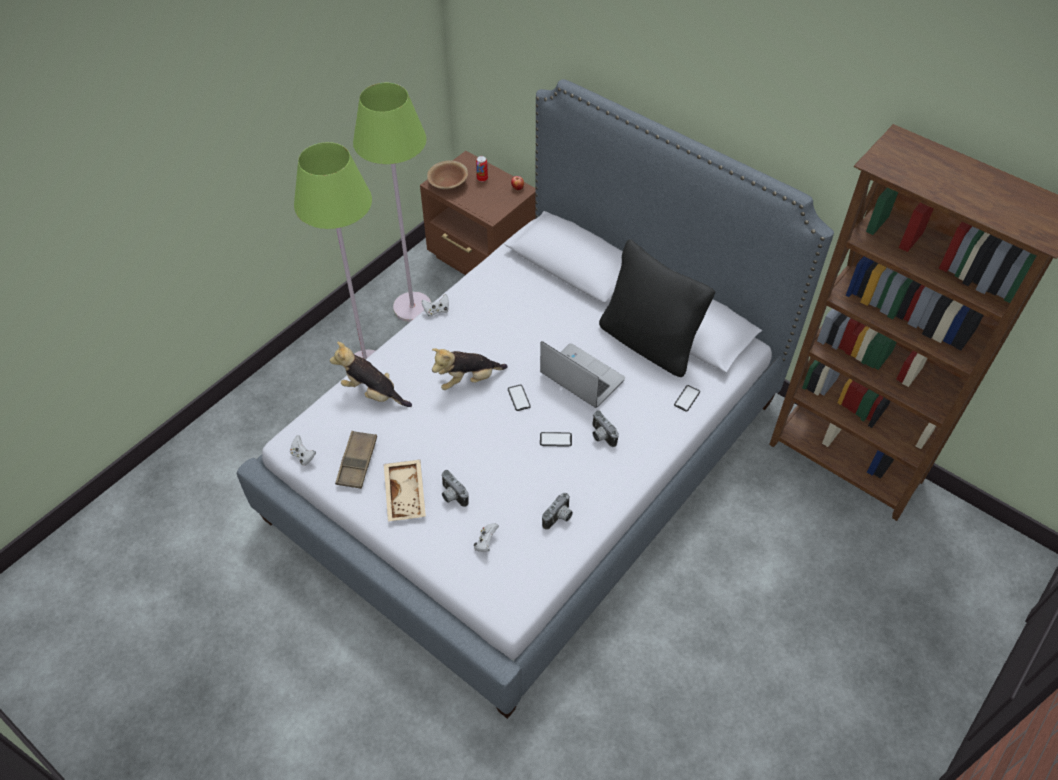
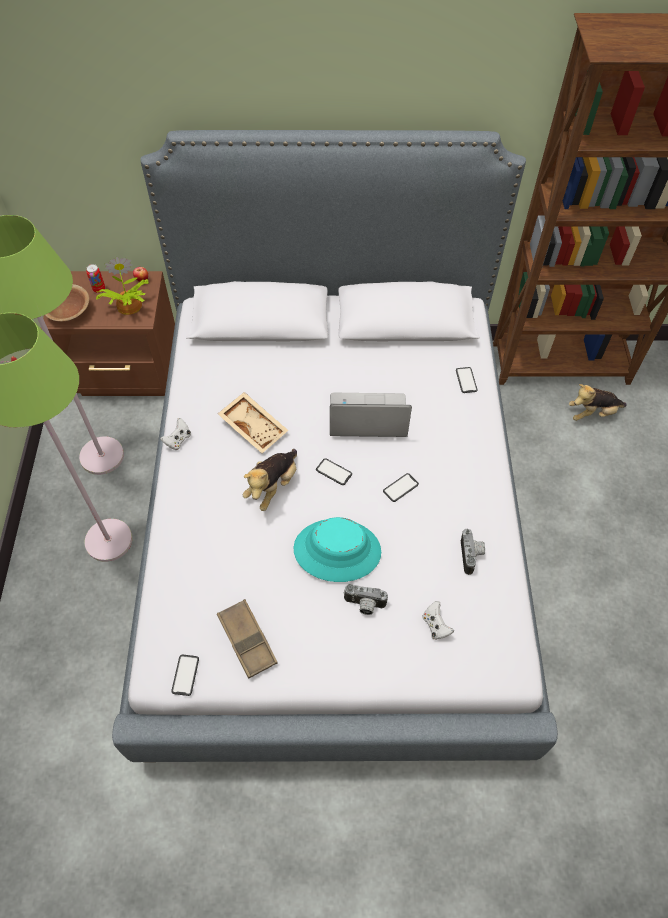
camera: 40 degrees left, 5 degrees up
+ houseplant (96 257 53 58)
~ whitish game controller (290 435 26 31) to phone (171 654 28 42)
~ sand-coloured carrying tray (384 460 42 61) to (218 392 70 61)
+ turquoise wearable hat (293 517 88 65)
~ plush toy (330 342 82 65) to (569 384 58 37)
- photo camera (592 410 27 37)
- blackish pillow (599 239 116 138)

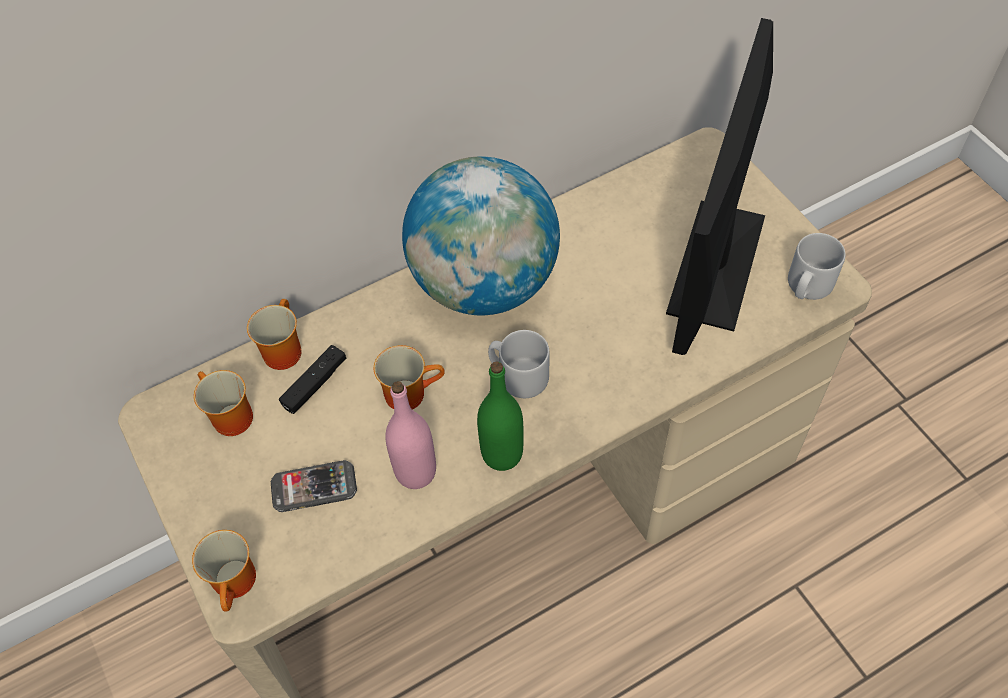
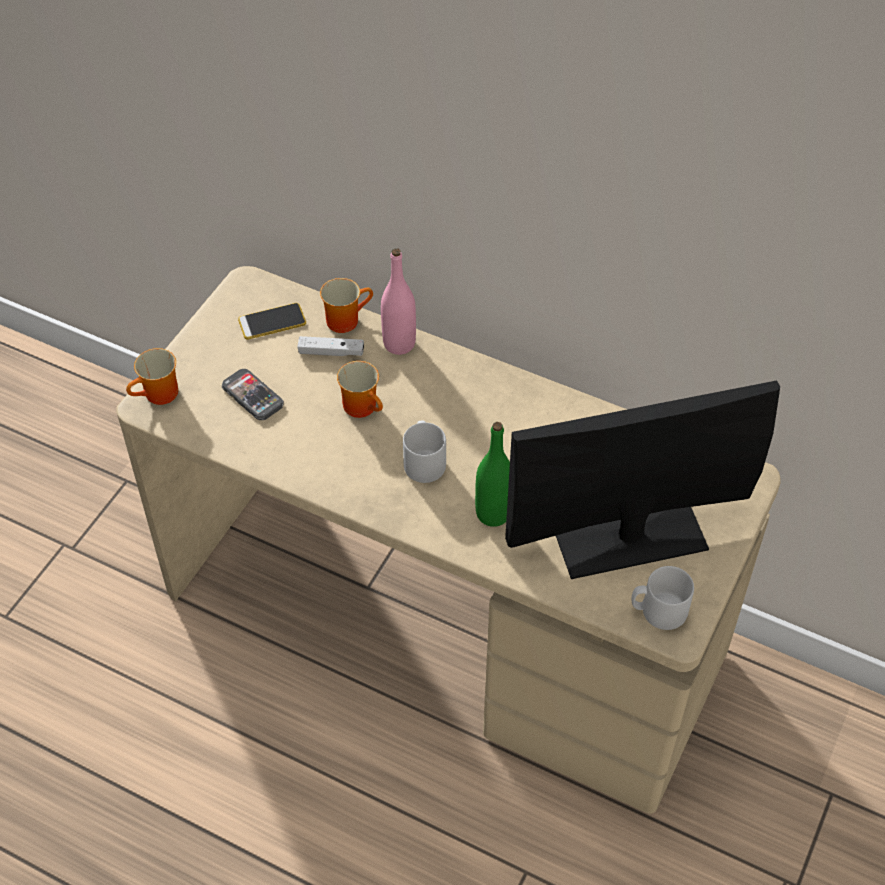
camera: 55 degrees right, 5 degrees down
~ tea mug (194 370 59 66) to phone (238 303 68 37)
~ blackish game controller (279 345 68 69) to whitish game controller (297 336 67 20)
~ pinkish bottle (385 381 51 108) to (381 248 35 107)
~ green-coloured bottle (477 361 47 110) to (475 422 35 105)
- world globe (402 156 158 159)

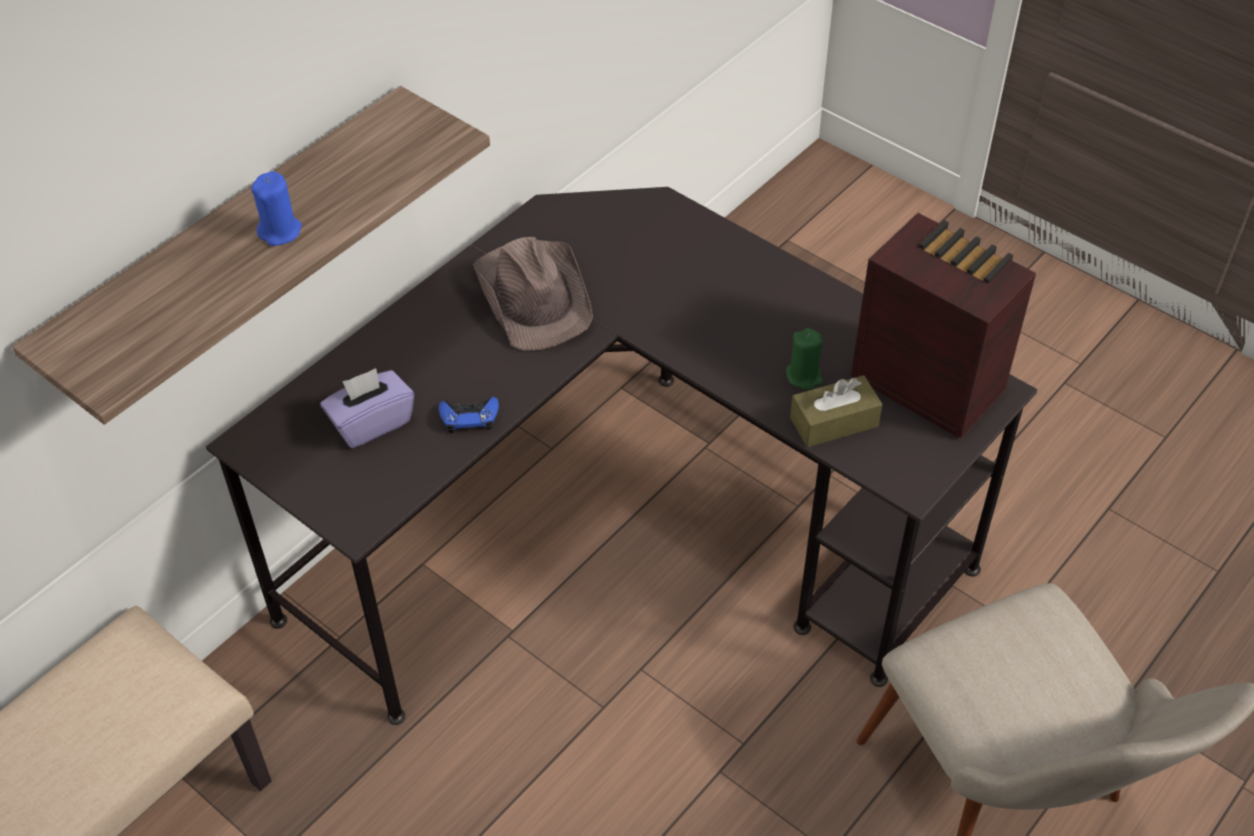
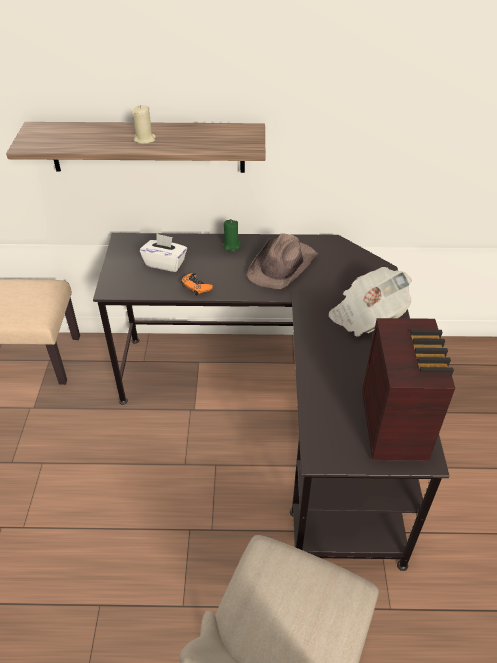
camera: 50 degrees right, 5 degrees down
~ blue candle (251 171 51 75) to sand-coloured candle (132 105 24 39)
~ purple-coloured tissue box (320 368 94 80) to whitish tissue box (140 233 47 39)
~ blue game controller (439 397 60 36) to orange game controller (181 273 32 23)
~ green-coloured candle (786 328 38 62) to (223 219 18 33)
+ newspaper (329 267 83 70)
- brown-coloured tissue box (790 375 92 72)

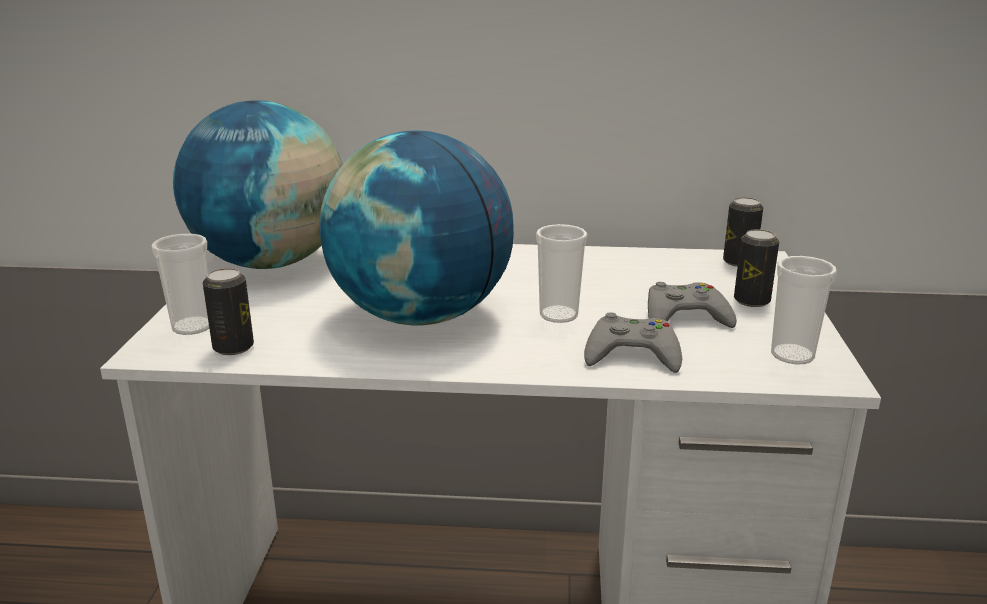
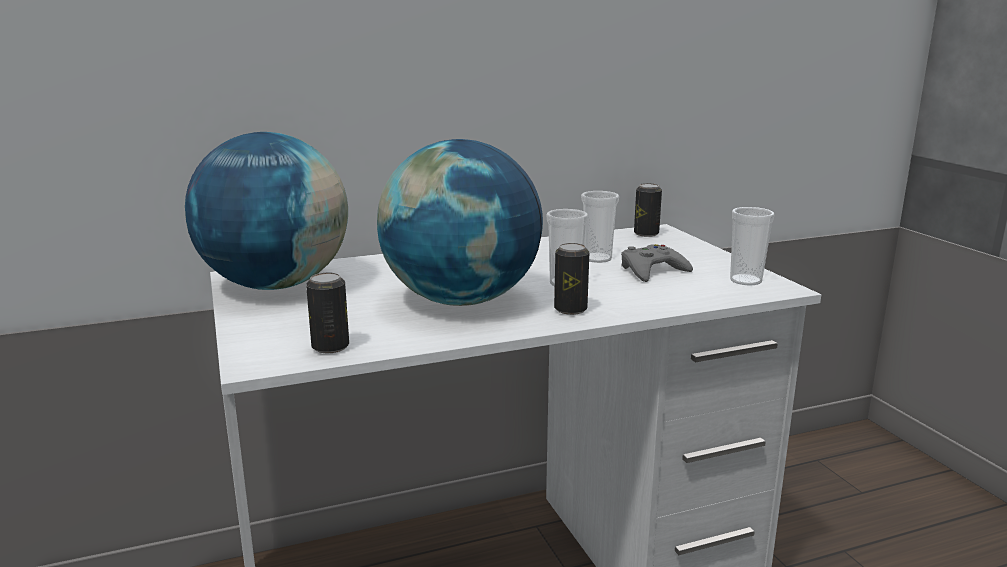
camera: 25 degrees left, 5 degrees down
~ metal can (734 229 45 78) to (554 243 35 72)
~ cup (151 234 58 101) to (581 191 38 72)
- gray game controller (584 312 98 61)

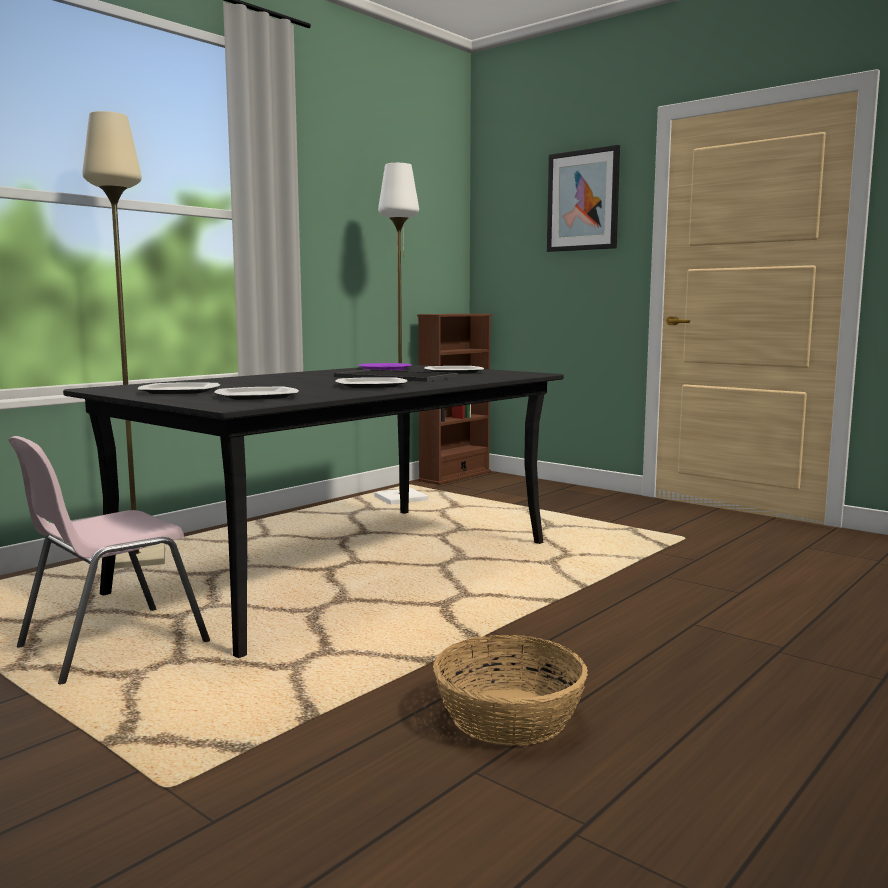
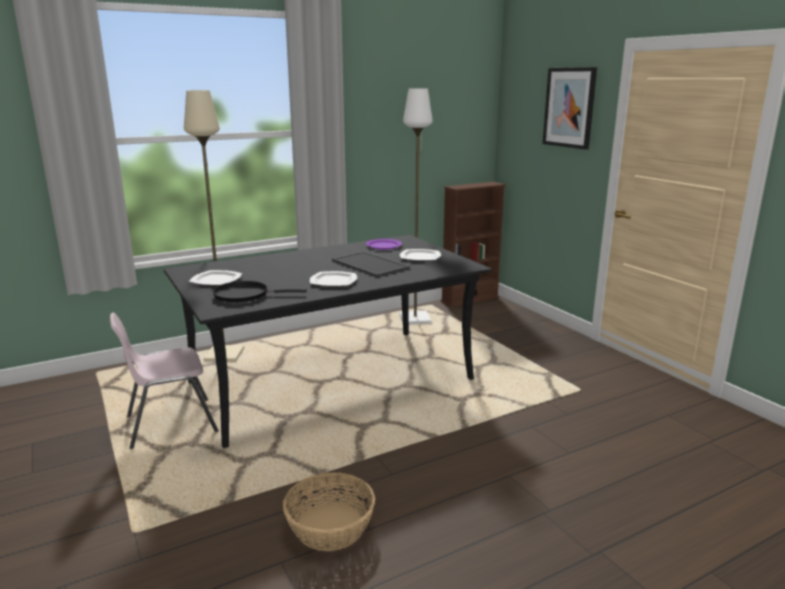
camera: 20 degrees right, 10 degrees up
~ flat dish (214 387 85 13) to blackish frying pan (213 281 94 22)

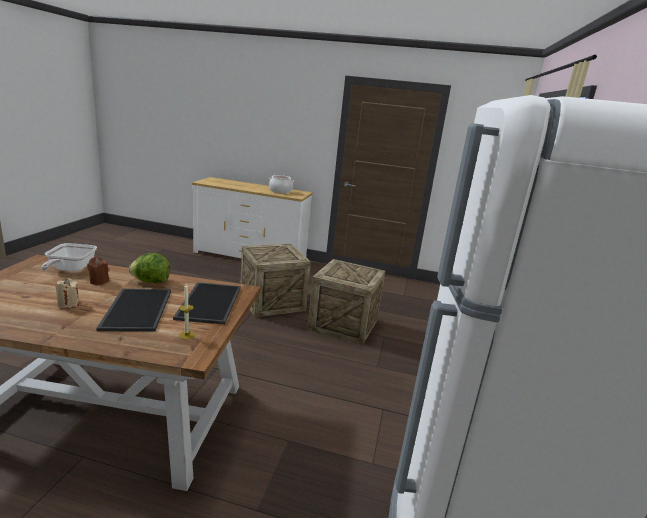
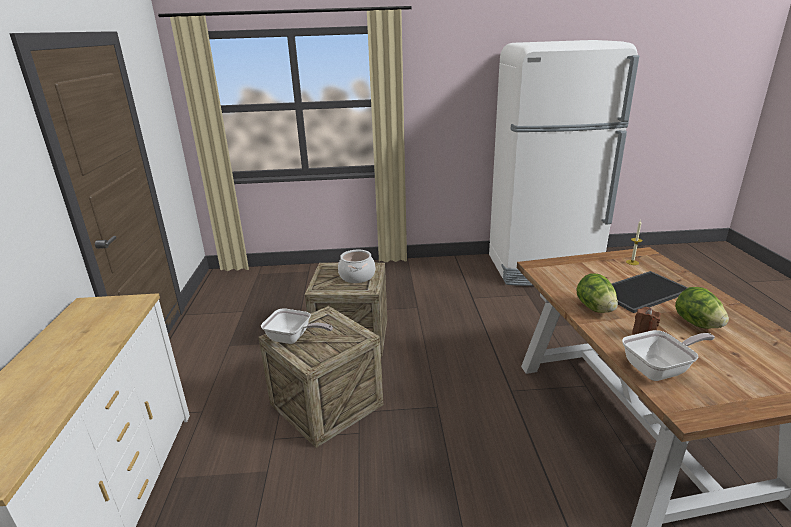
camera: 105 degrees left, 5 degrees up
+ frying pan (261 308 72 36)
~ stockpot (269 175 25 18) to (338 250 37 33)
~ sand-coloured candle (55 278 25 31) to lettuce (675 287 54 42)
- carrying tray (173 282 68 43)

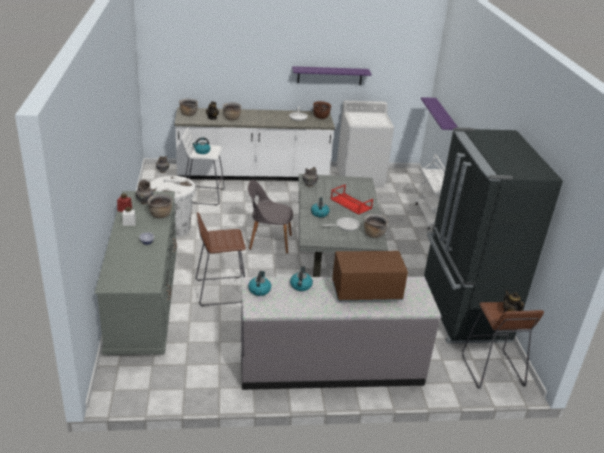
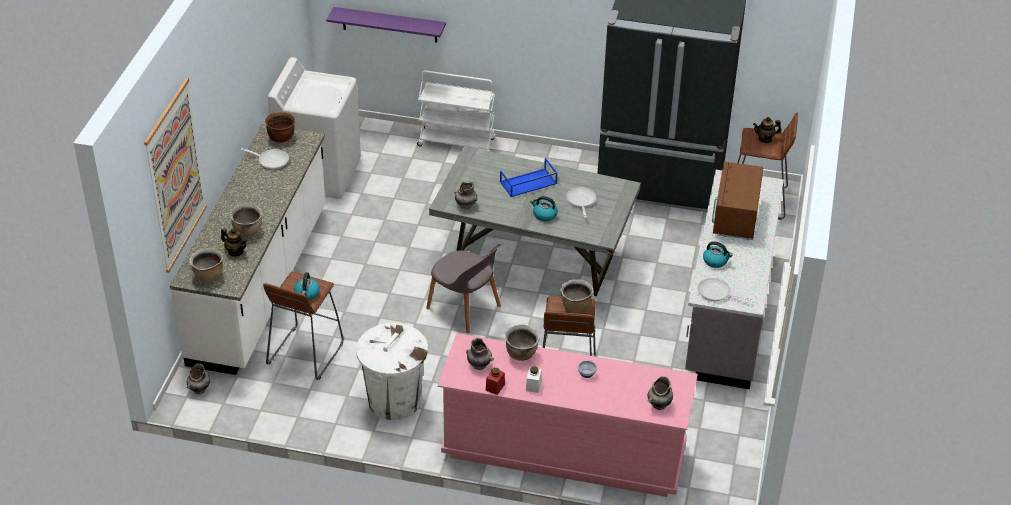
camera: 70 degrees left, 10 degrees up
+ wall picture (144 78 63 195)
~ whitish stool (182 127 43 78) to brown-coloured stool (263 271 80 109)
~ gray chair (248 180 45 73) = (426 244 75 89) 75 degrees counterclockwise
~ gray chest of drawers (95 191 82 164) to pinkish chest of drawers (438 333 260 164)
~ reddish carrying tray (331 185 42 30) to blue carrying tray (500 158 58 39)
~ brown-coloured stockpot (364 214 24 24) to (560 279 33 34)
+ gray vase (647 376 26 34)
~ tea kettle (248 271 23 25) to frying pan (698 278 53 23)
- purple-coloured shelf (292 66 80 19)

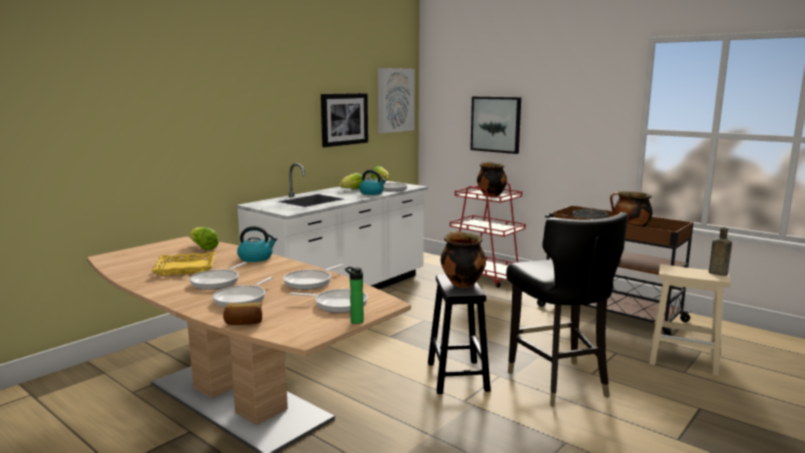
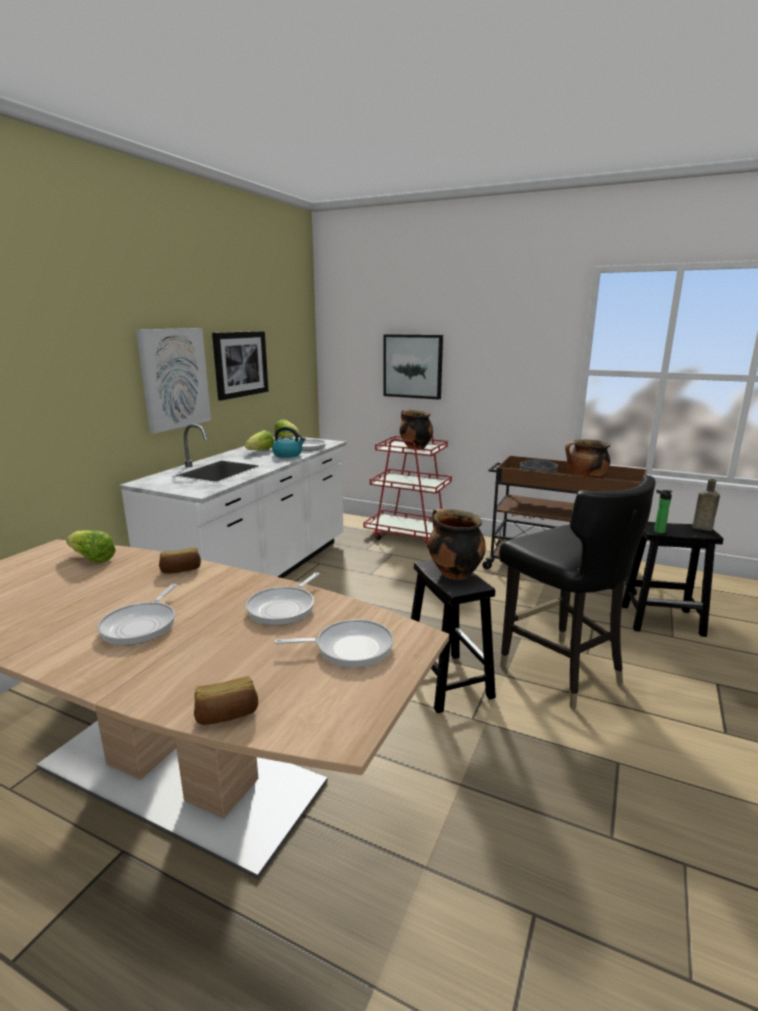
camera: 15 degrees left, 5 degrees up
~ wall picture (378 68 37 65) to (136 328 75 106)
~ tea kettle (237 226 40 36) to bakery bread (159 547 42 27)
~ sand-coloured stool (649 264 82 112) to blackish stool (622 522 101 115)
~ bottle (345 267 19 57) to (654 490 19 43)
- yellow-coloured carrying tray (152 252 64 24)
- frying pan (212 277 62 31)

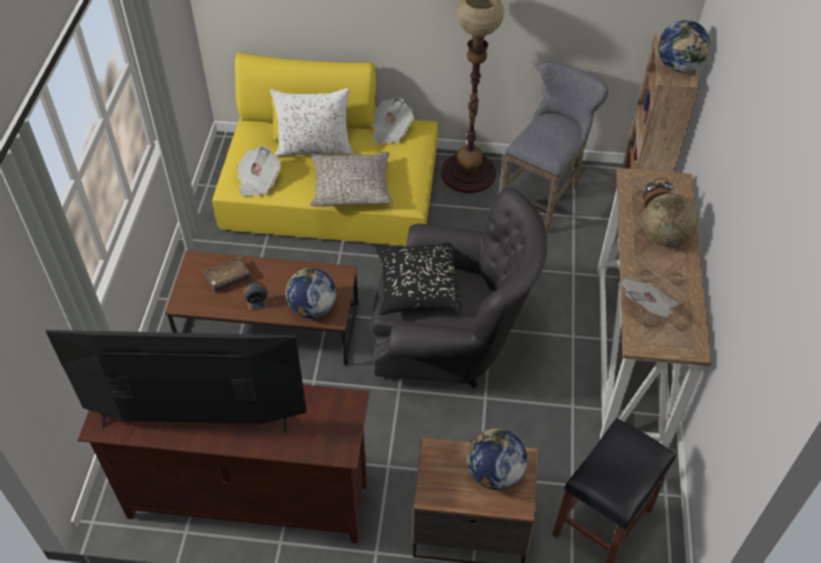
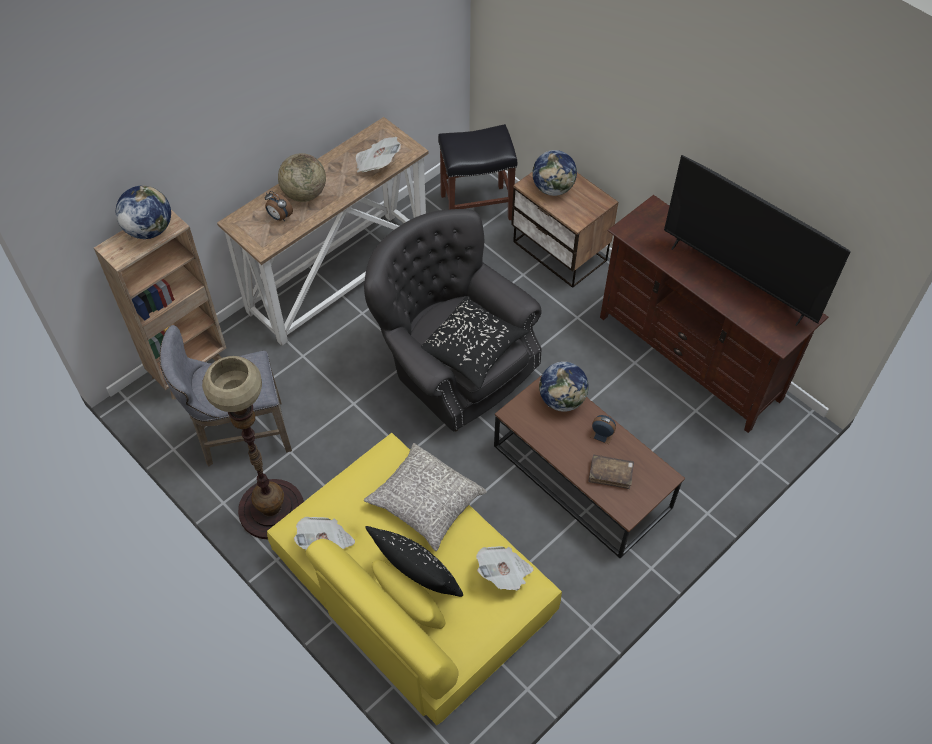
camera: 140 degrees left, 5 degrees up
~ whitish pillow (270 88 83 68) to blackish pillow (365 526 98 71)

